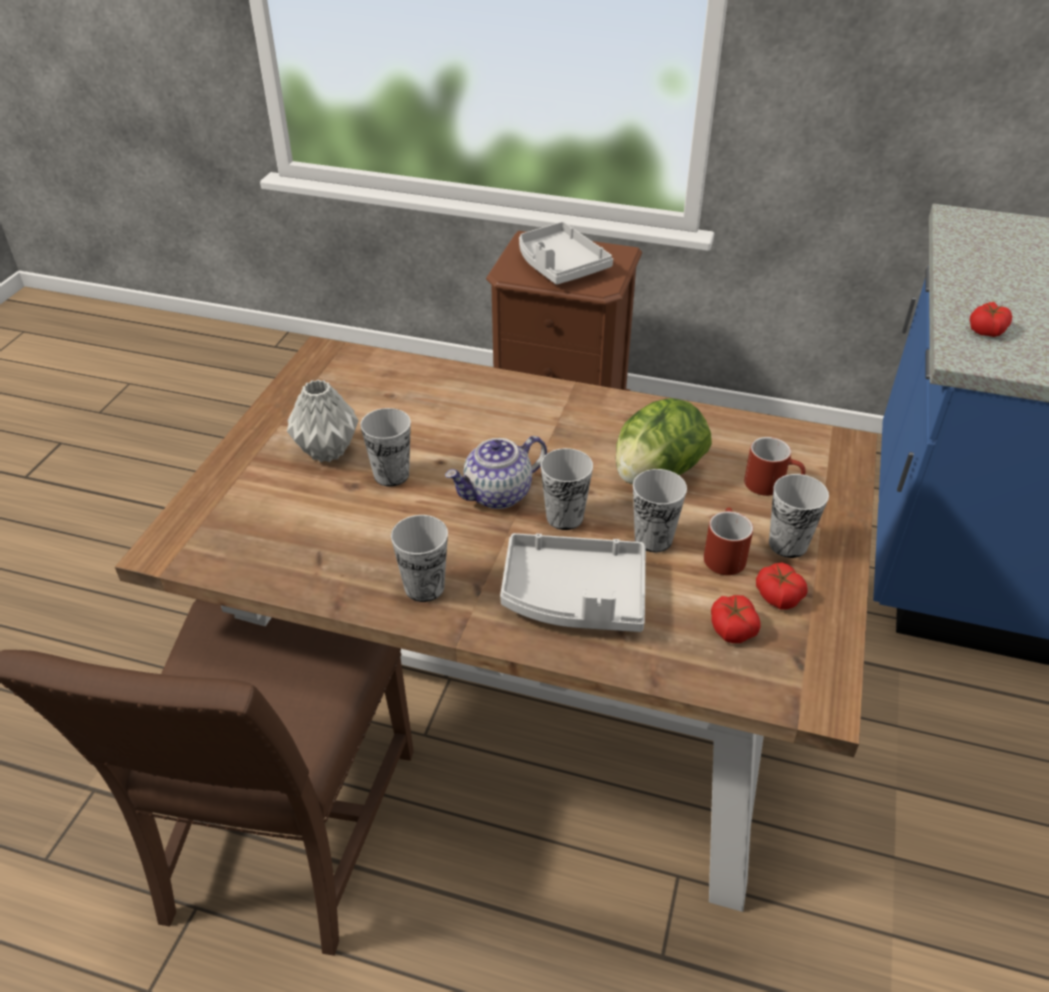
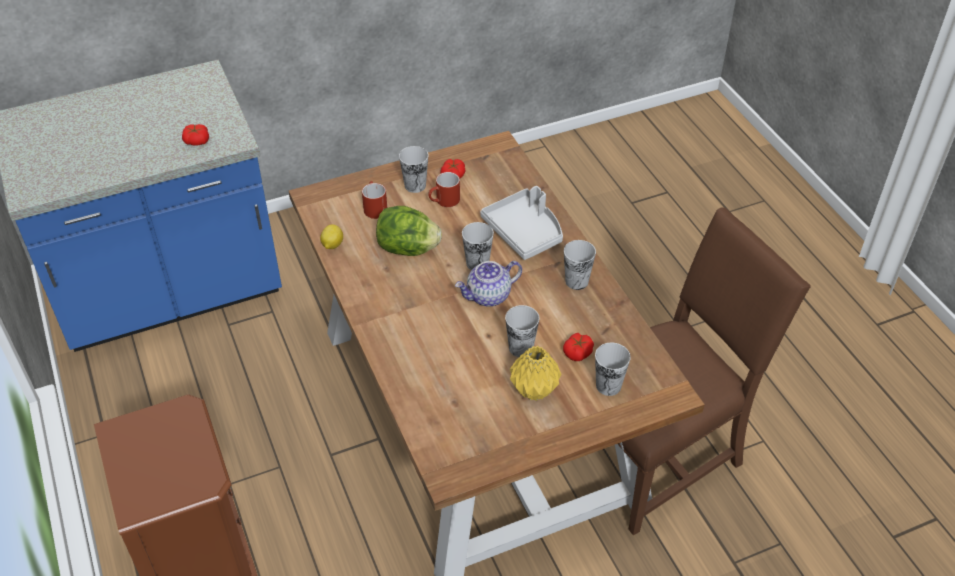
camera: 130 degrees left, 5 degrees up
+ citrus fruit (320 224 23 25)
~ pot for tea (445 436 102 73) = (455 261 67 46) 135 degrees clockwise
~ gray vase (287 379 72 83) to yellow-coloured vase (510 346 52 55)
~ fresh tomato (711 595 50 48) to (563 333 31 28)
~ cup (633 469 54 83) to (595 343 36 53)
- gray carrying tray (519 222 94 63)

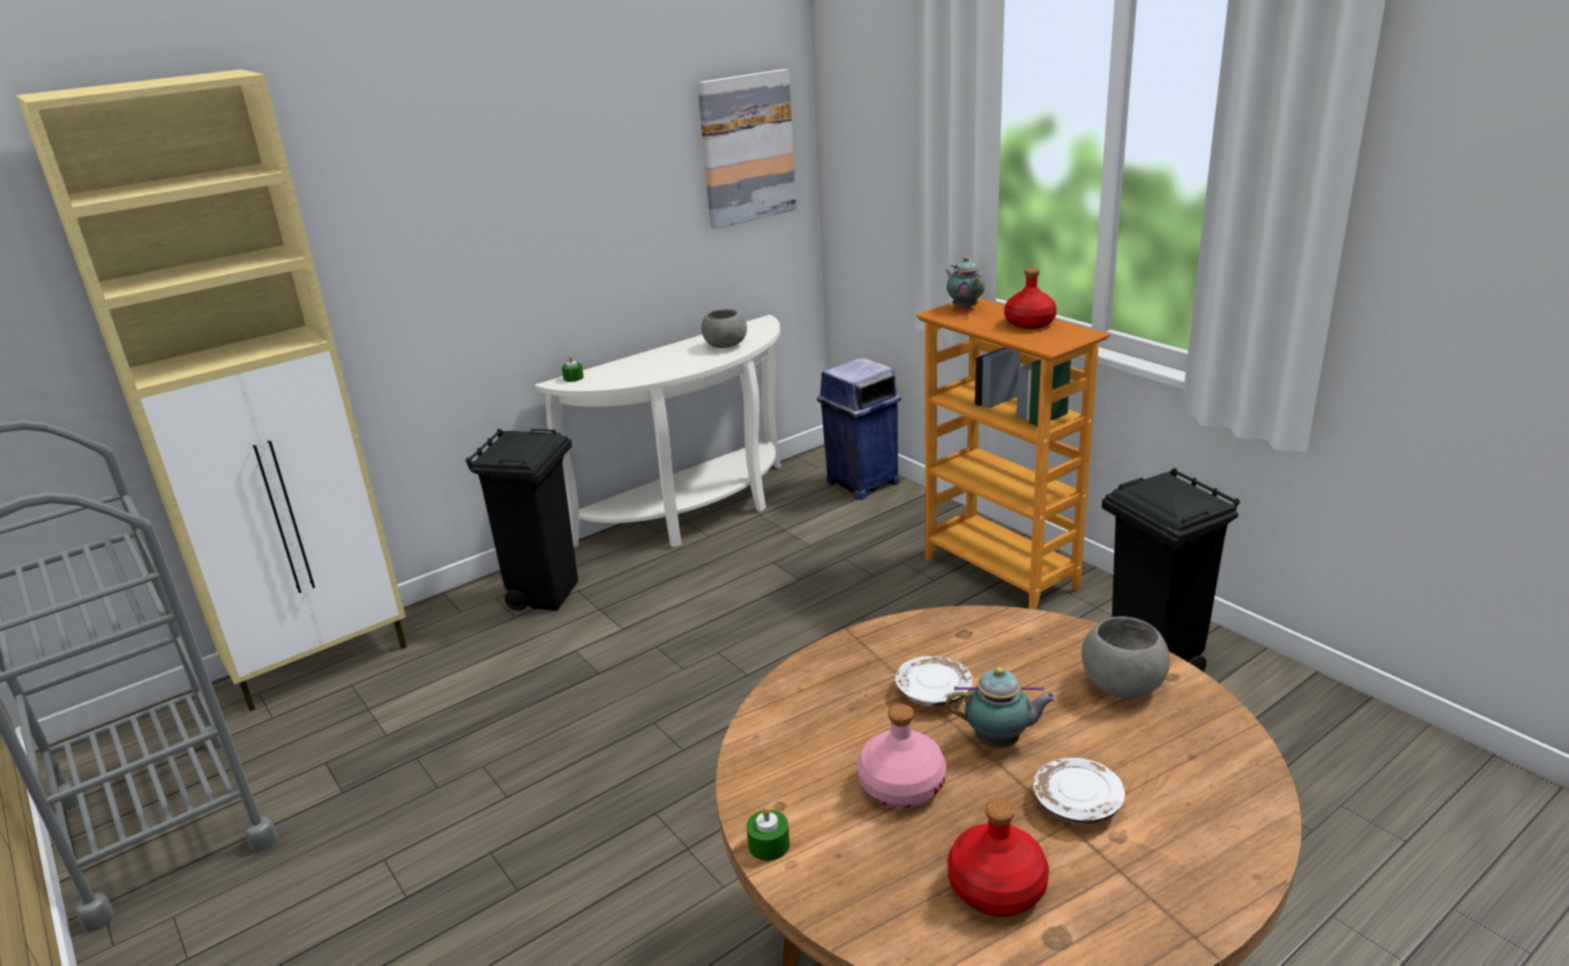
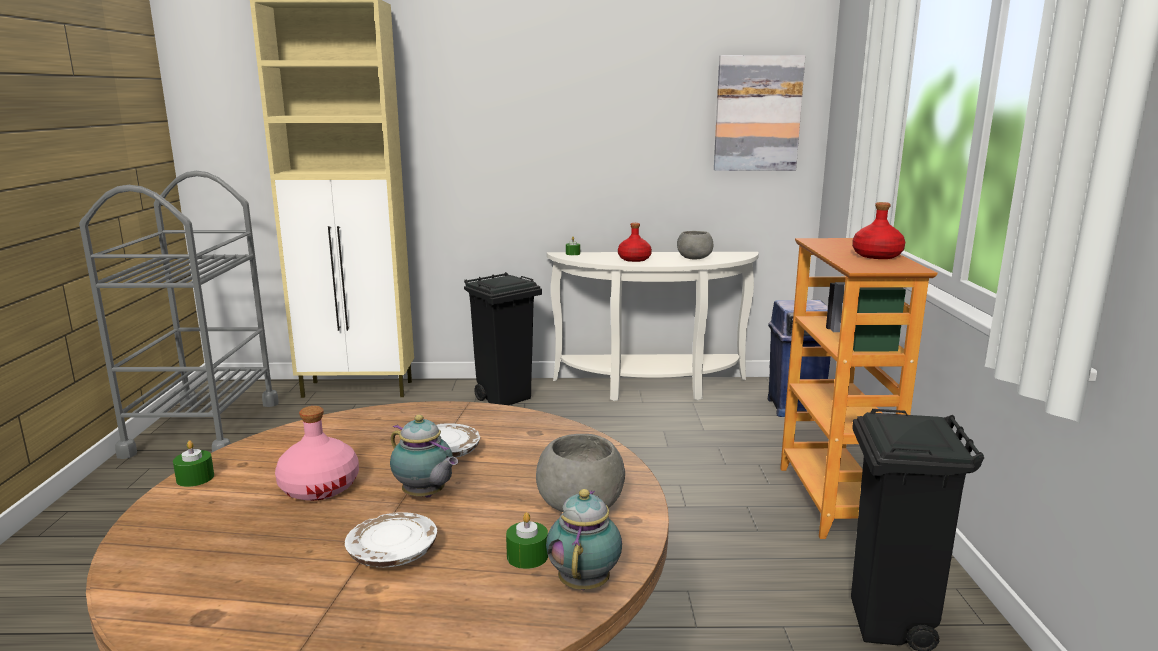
camera: 35 degrees right, 10 degrees down
+ green-coloured candle (506 512 42 57)
~ pot for tea (945 257 40 53) to (546 489 76 101)
~ reddish bottle (947 799 102 118) to (618 223 34 39)

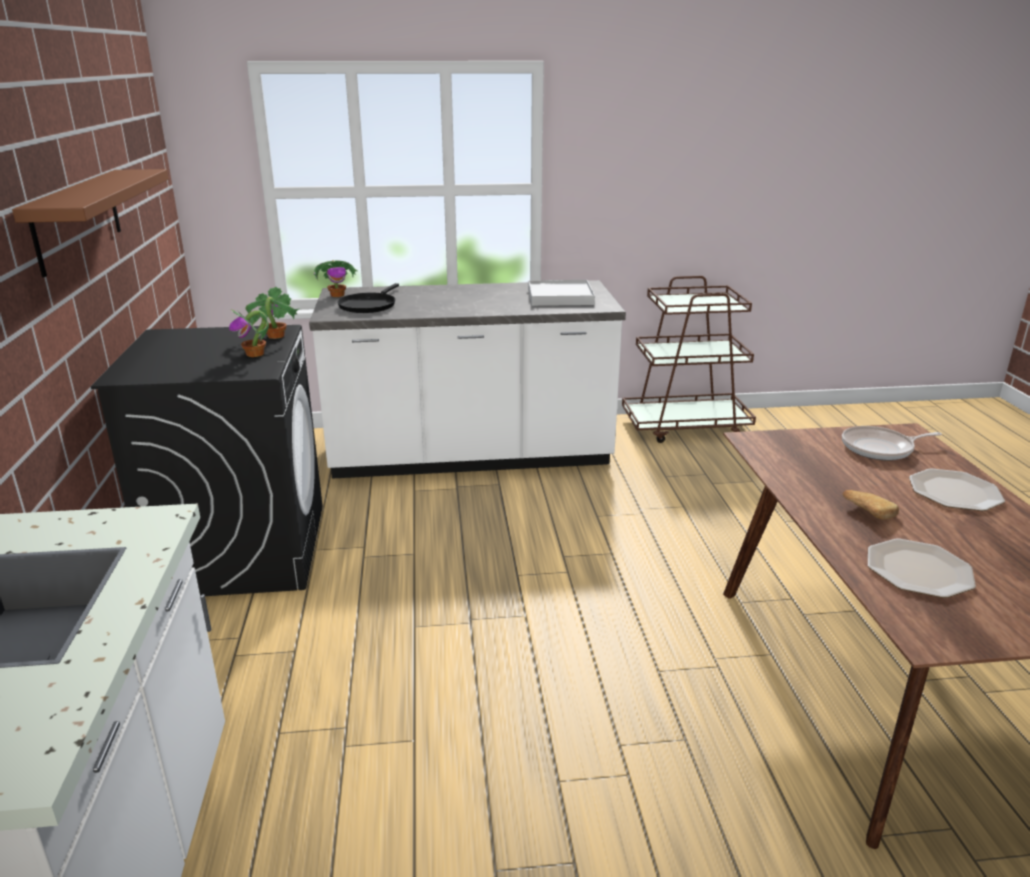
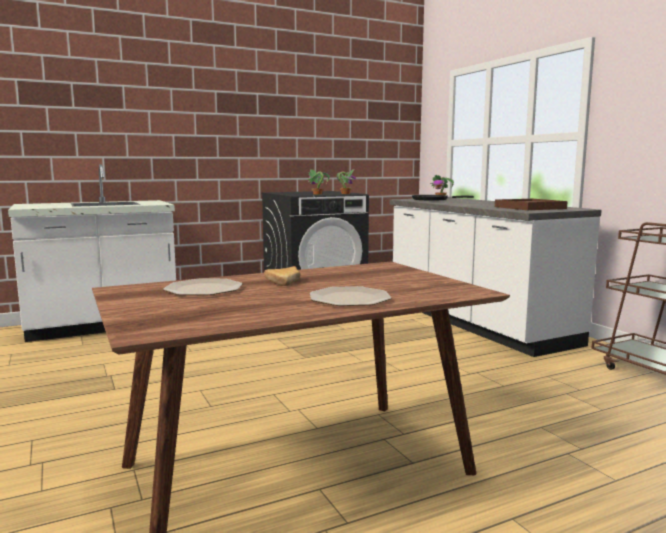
camera: 70 degrees right, 15 degrees down
~ whitish carrying tray (528 280 67 26) to brown-coloured carrying tray (495 199 73 11)
- brown-coloured shelf (12 169 157 108)
- frying pan (842 426 100 34)

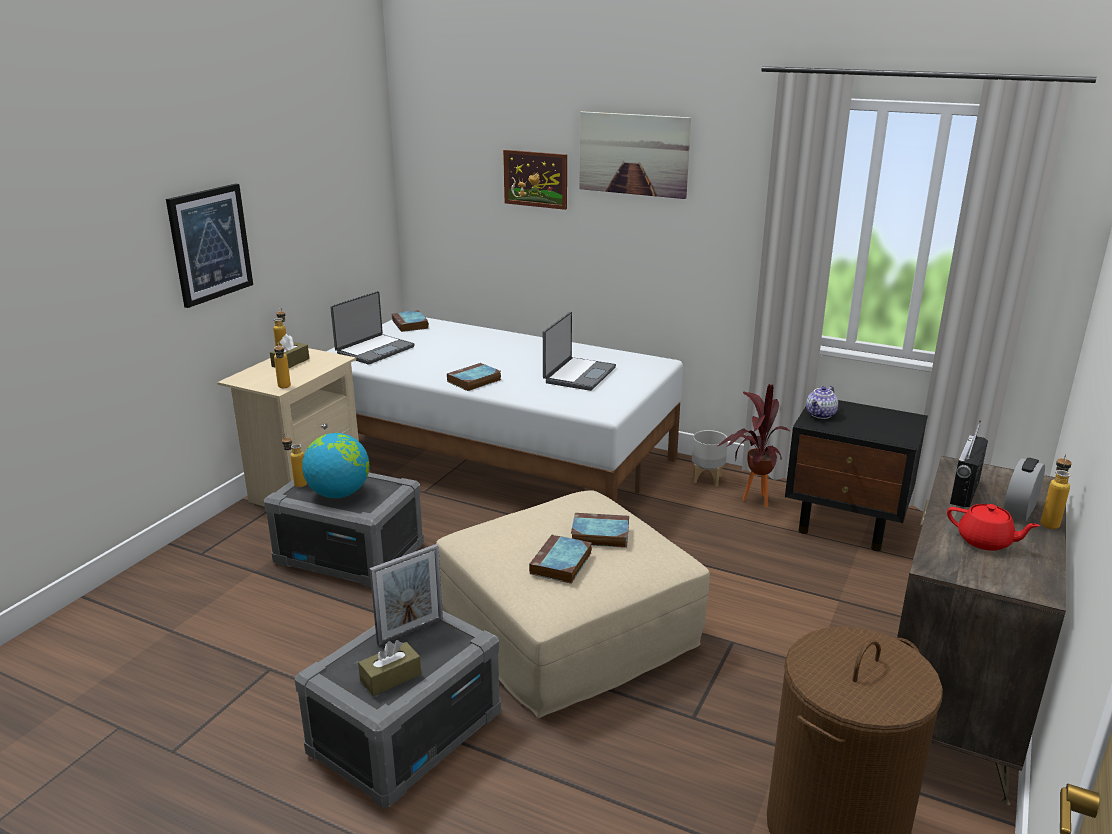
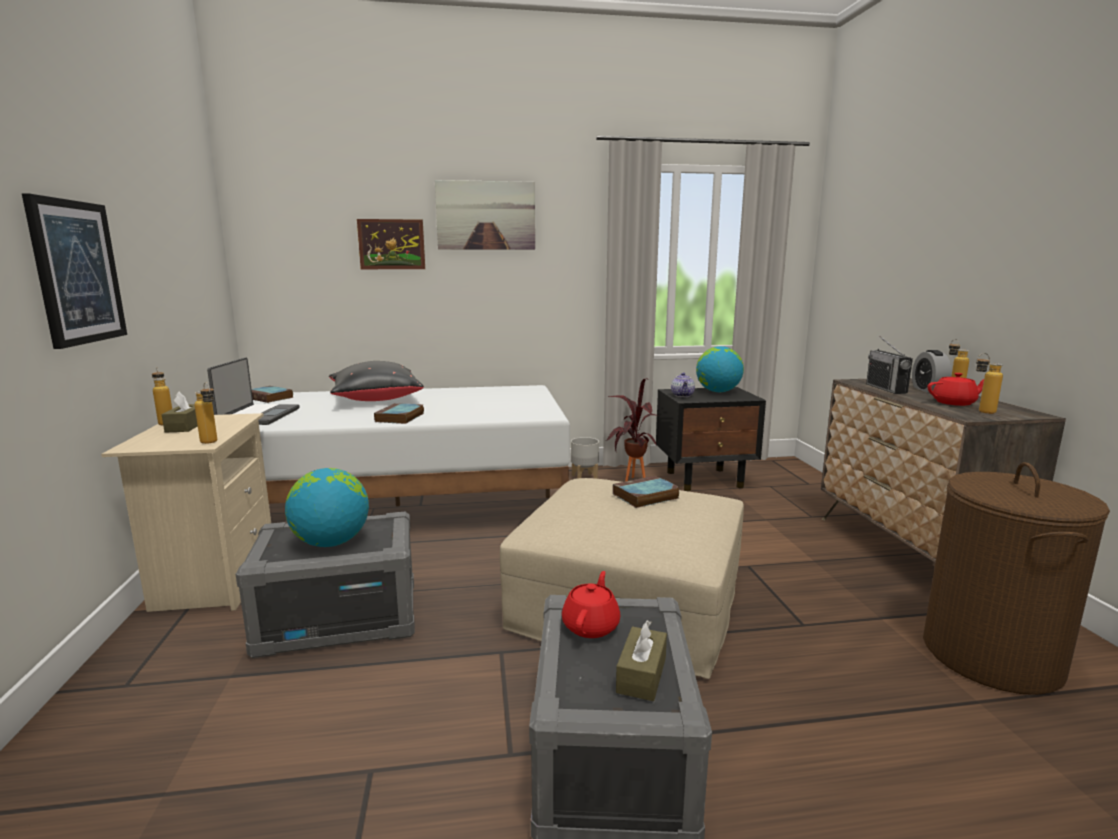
camera: 35 degrees left, 10 degrees down
+ blackish pillow (329 361 95 40)
~ standing frame (370 544 73 101) to reddish pot for tea (562 571 58 67)
+ world globe (696 346 48 46)
~ bottle (282 434 25 53) to (976 353 27 61)
- bound book (529 534 63 50)
- portable computer (543 312 73 79)

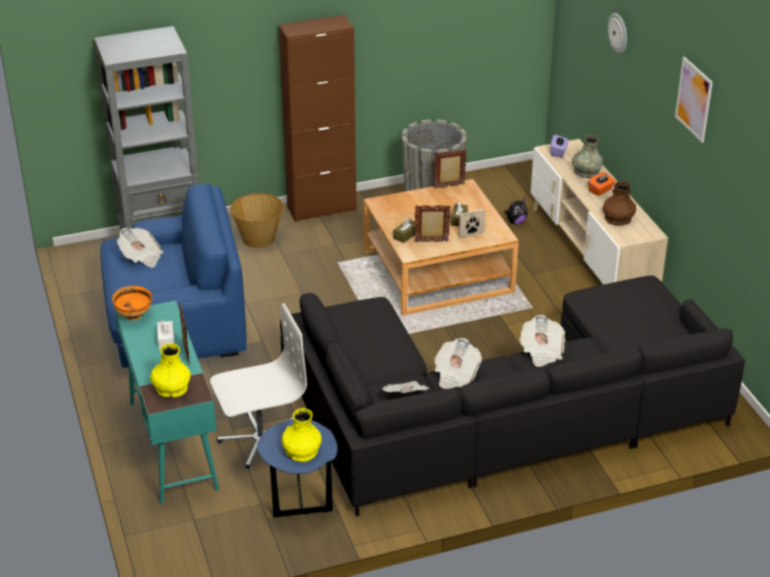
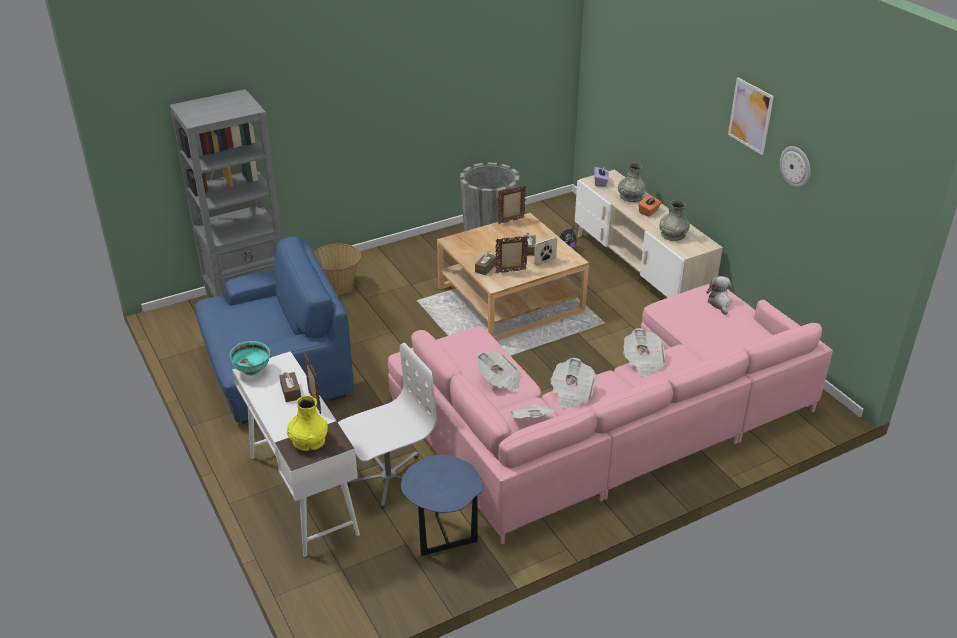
camera: 10 degrees left, 0 degrees up
~ orange bowl (112 286 40 34) to turquoise bowl (230 341 40 35)
~ turquoise desk table (116 301 103 203) to whitish desk table (232 351 128 206)
~ whitish tissue box (157 320 17 30) to brown-coloured tissue box (279 372 22 30)
~ blackish sofa (280 275 465 242) to pinkish sofa (388 284 445 260)
~ newspaper (117 228 46 40) to (477 350 44 42)
~ brown-coloured vase (603 181 33 45) to gray vase (659 200 31 41)
+ plush toy (706 276 26 39)
~ clock on the wall (608 13 19 41) to (780 146 31 42)
- brown-coloured cupboard (279 15 78 207)
- yellow-coloured vase (282 408 40 54)

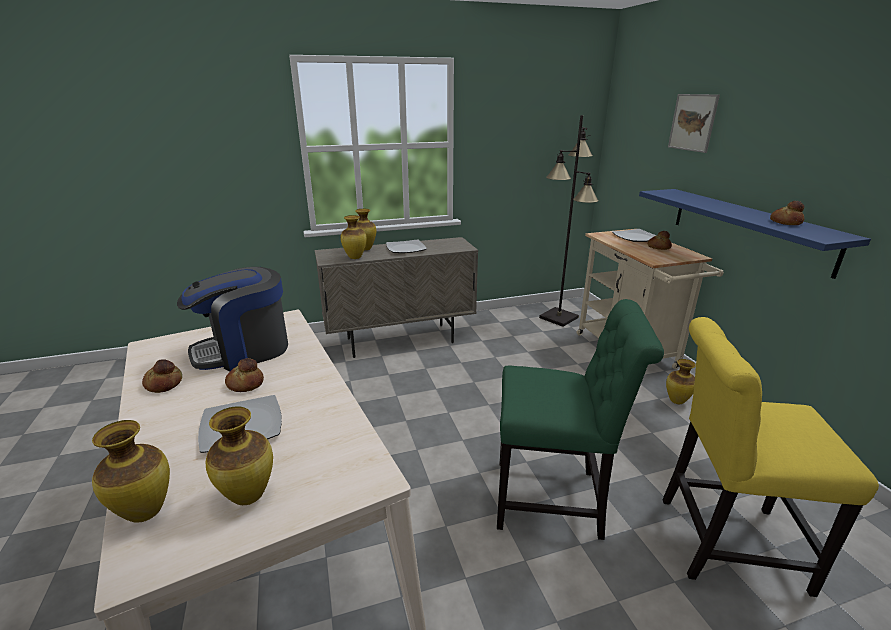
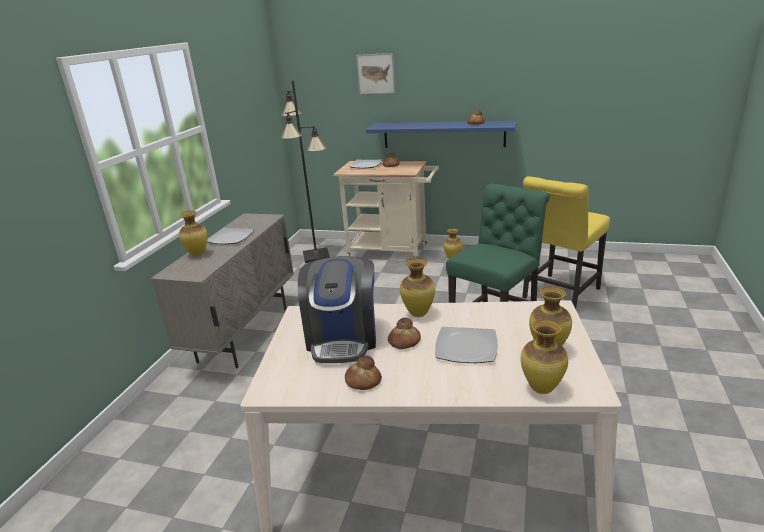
camera: 55 degrees left, 0 degrees up
~ vase (341 215 26 44) to (400 258 35 59)

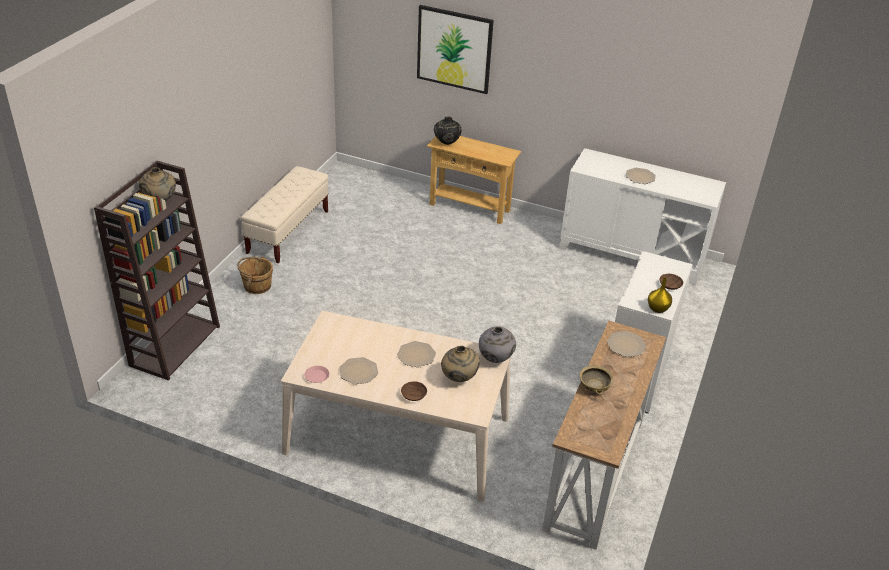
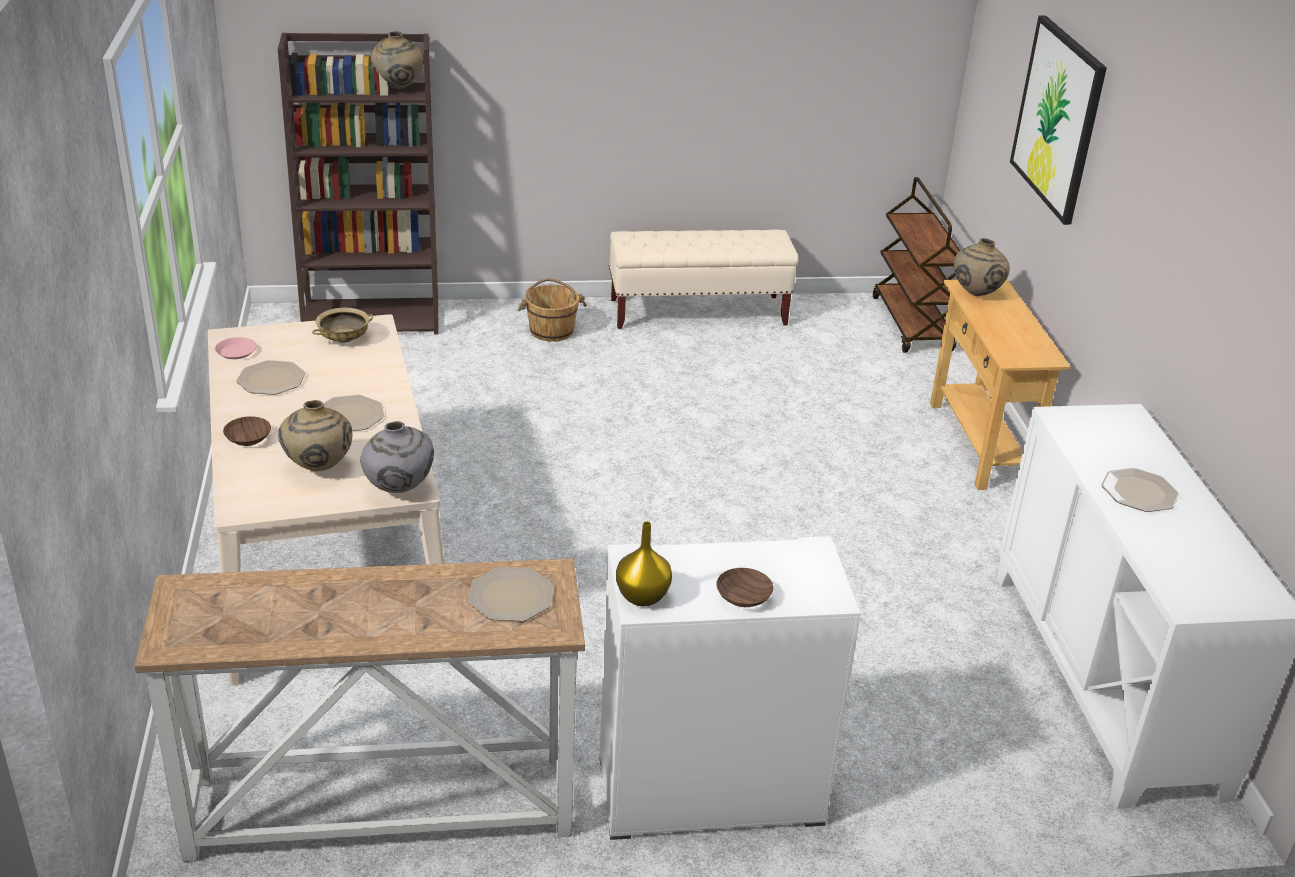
camera: 60 degrees right, 5 degrees down
~ sand-coloured bowl (579 364 35 31) to (312 308 61 35)
+ brown-coloured trolley (873 177 87 176)
~ blackish vase (434 116 27 29) to sand-coloured vase (954 238 56 58)

